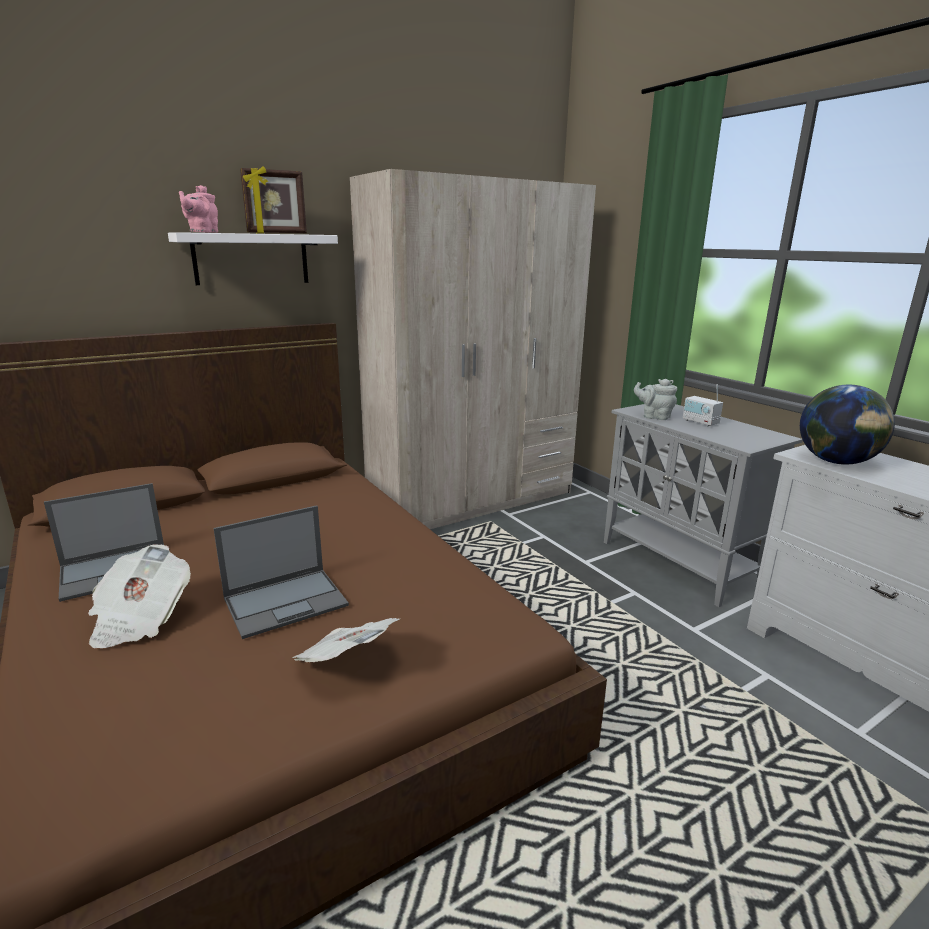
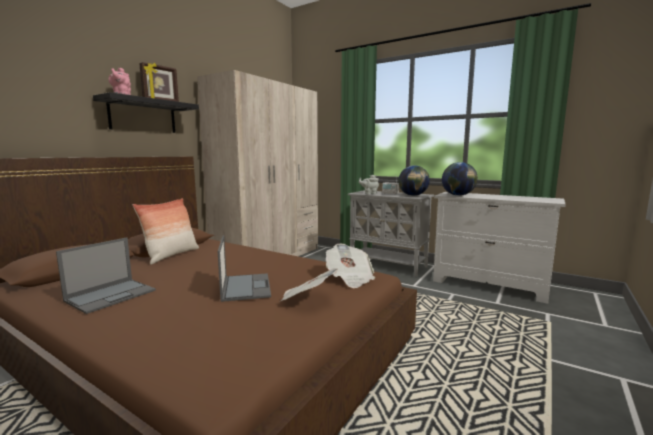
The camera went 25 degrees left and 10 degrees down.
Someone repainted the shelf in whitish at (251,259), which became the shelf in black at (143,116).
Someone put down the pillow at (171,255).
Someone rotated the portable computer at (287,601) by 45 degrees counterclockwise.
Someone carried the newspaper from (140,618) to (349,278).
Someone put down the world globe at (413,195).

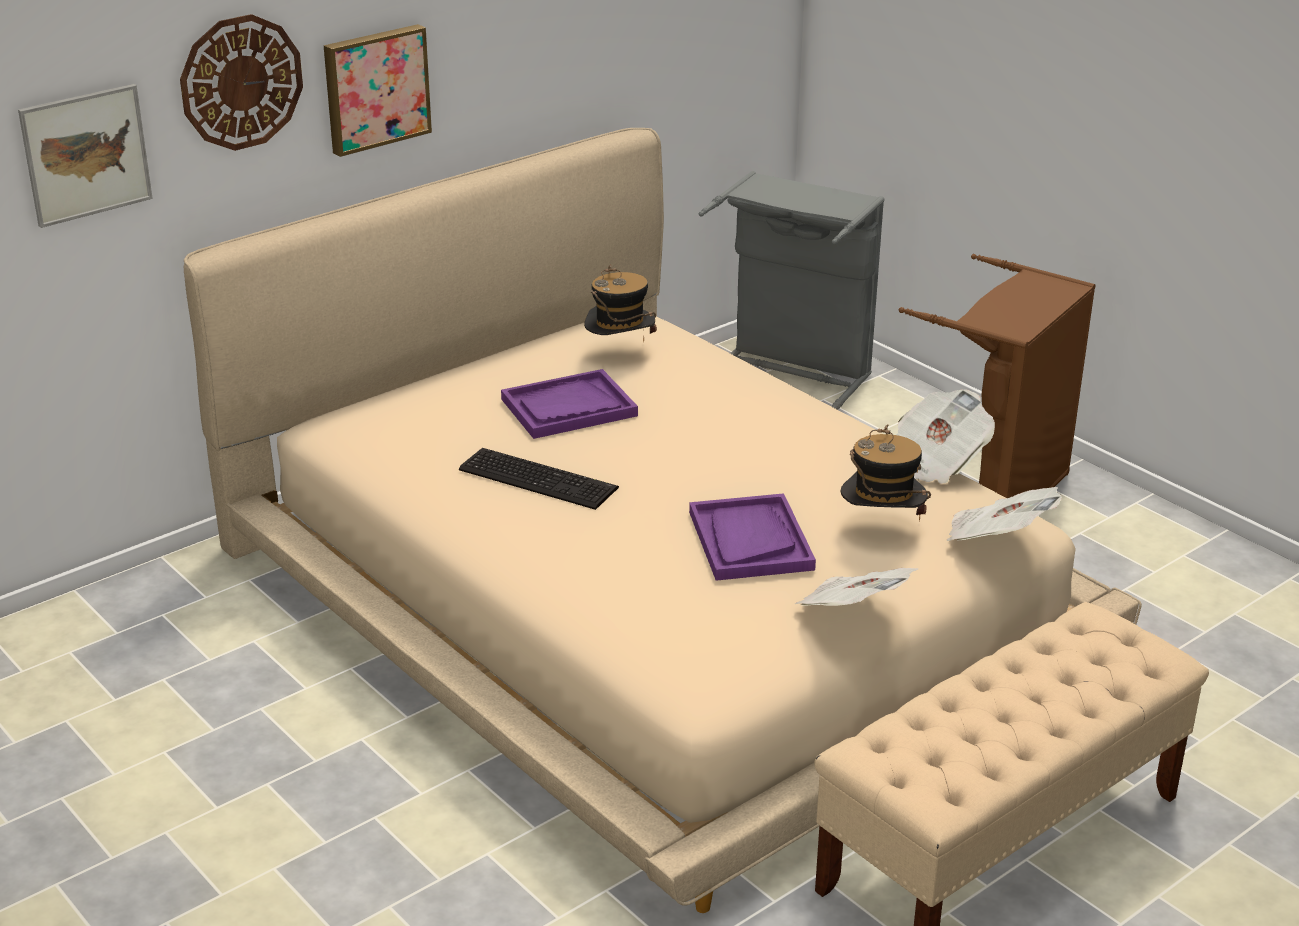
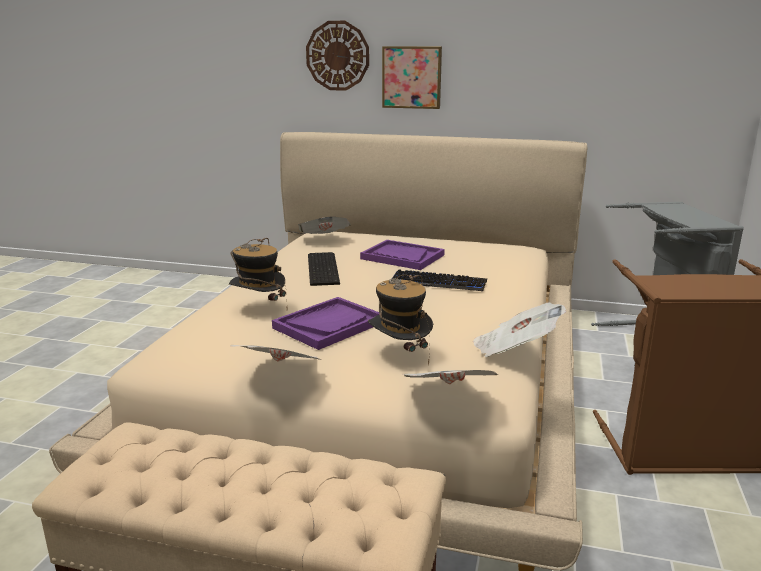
The camera went 55 degrees right and 10 degrees down.
Someone carried the clothing hat from (620,354) to (259,309).
Someone put down the newspaper at (324,240).
Someone put down the computer keyboard at (438,283).
Someone took away the wall picture at (86,154).

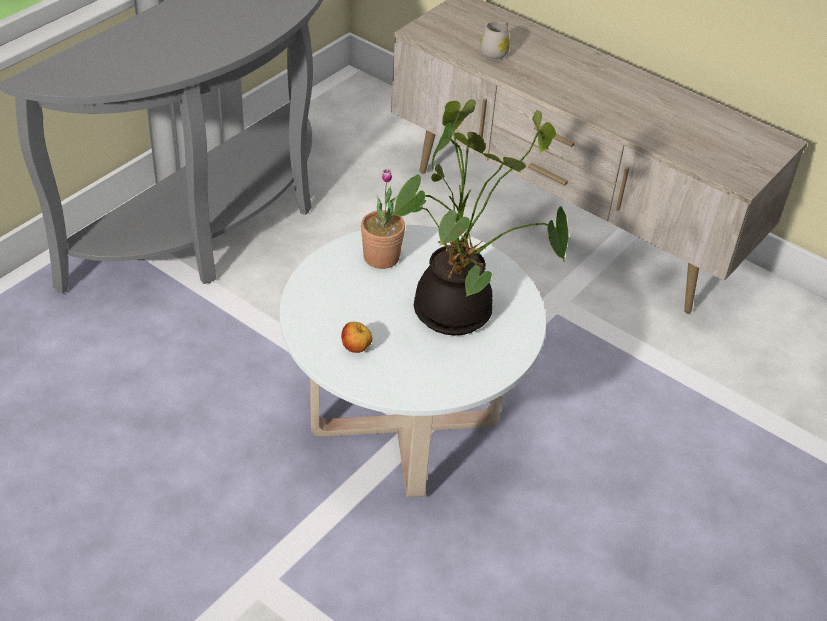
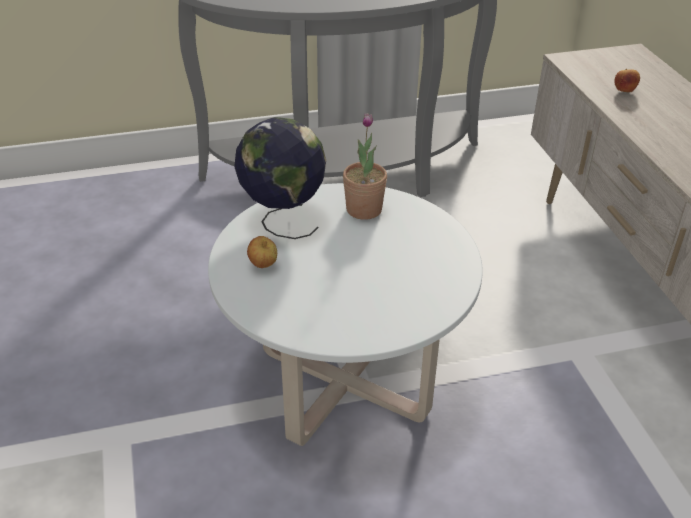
The camera went 40 degrees right and 5 degrees down.
Someone put down the world globe at (283,220).
Someone swapped the coffee mug in whitish at (495,52) for the whole apple at (624,91).
Someone took away the potted plant at (459,314).

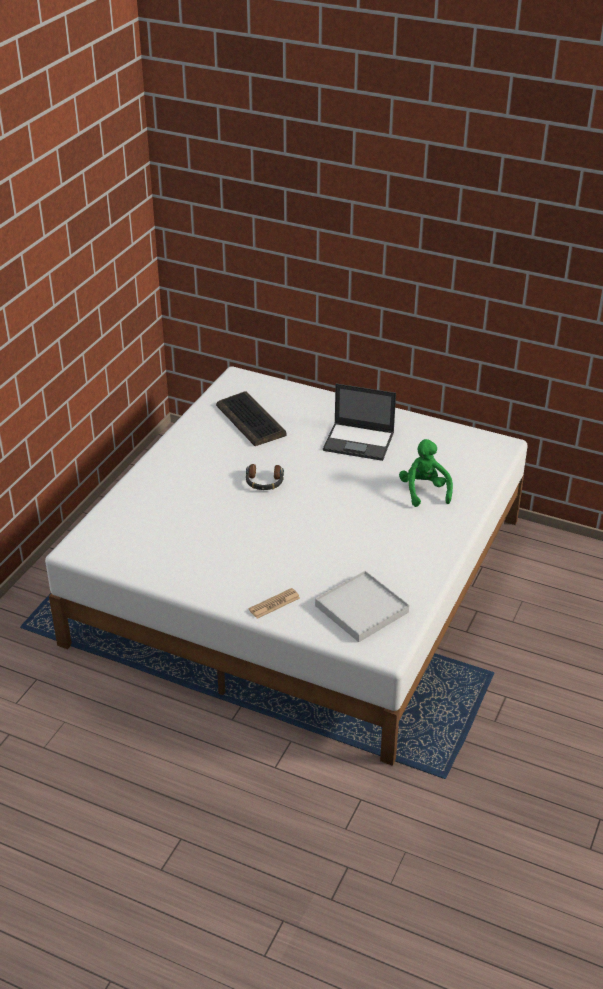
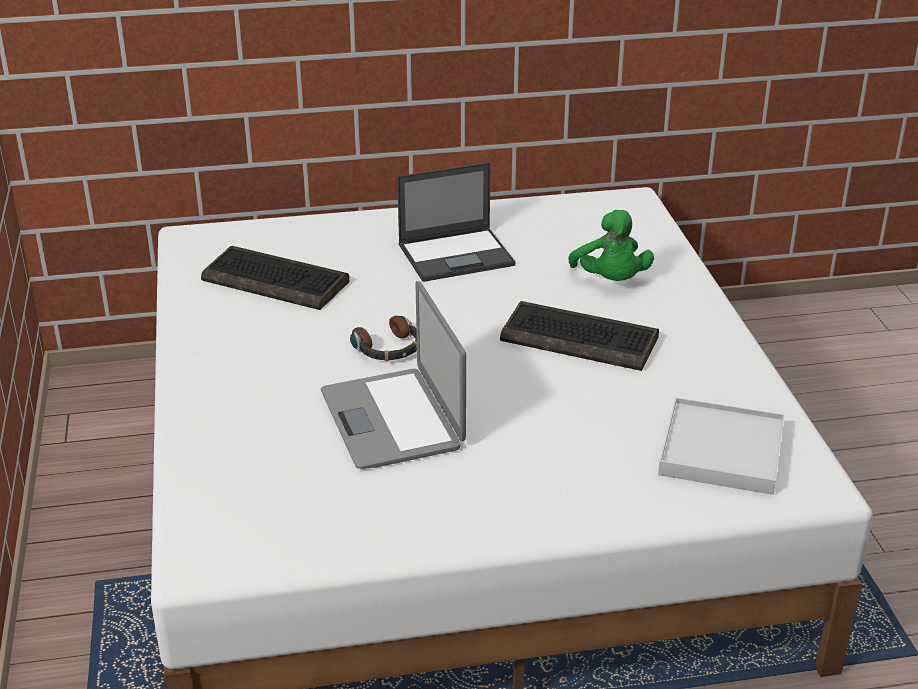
The camera went 35 degrees left and 5 degrees down.
Someone put down the portable computer at (393,419).
Someone put down the computer keyboard at (581,339).
Someone rotated the cuddly toy in green-coloured at (424,491) by 150 degrees counterclockwise.
Someone took away the newspaper at (274,604).

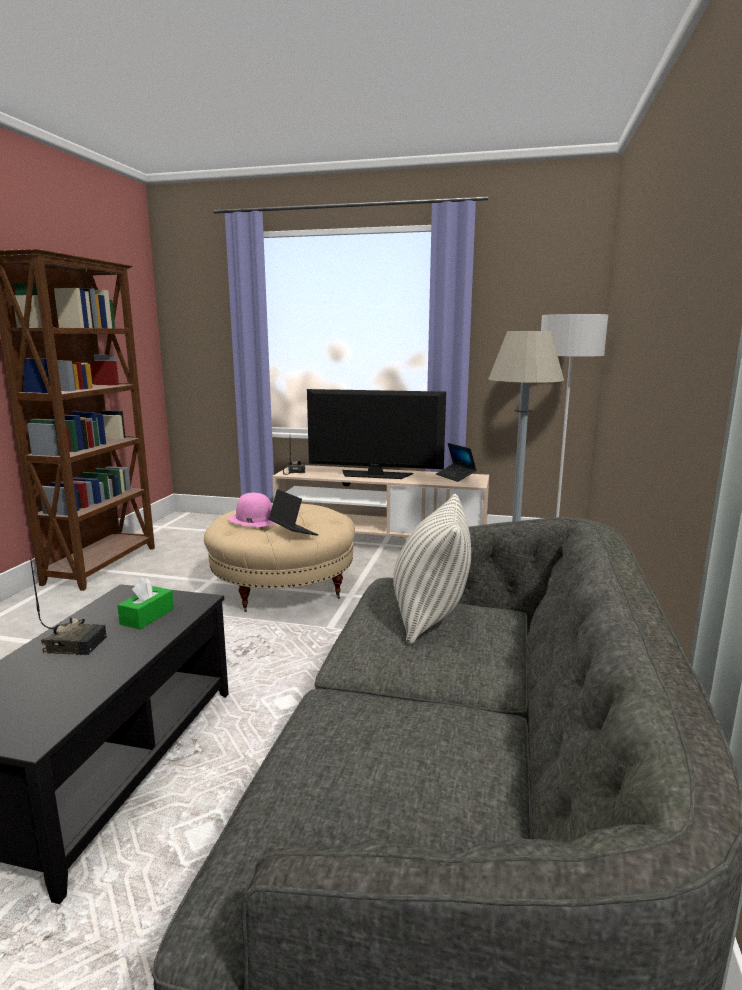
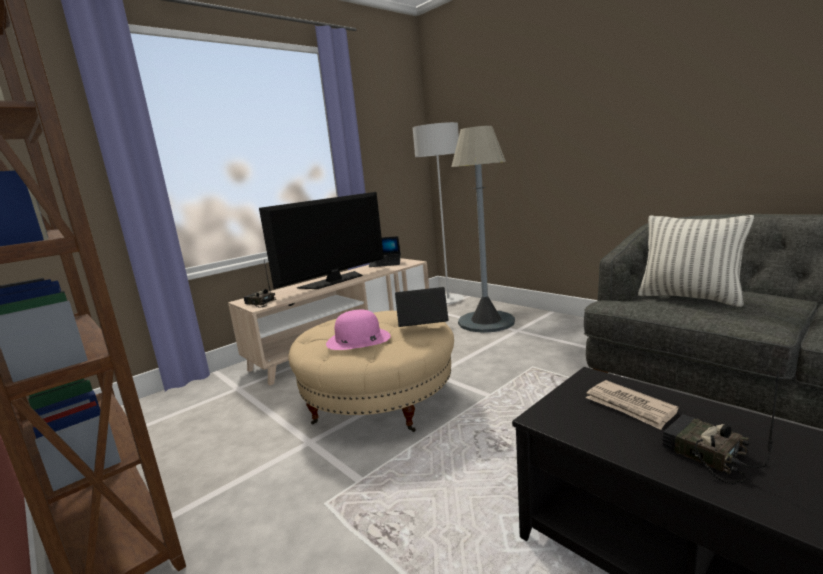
The camera went 55 degrees left and 0 degrees up.
Someone swapped the tissue box in green-coloured at (147,616) for the newspaper at (629,406).
Someone rotated the radio at (76,643) by 75 degrees counterclockwise.

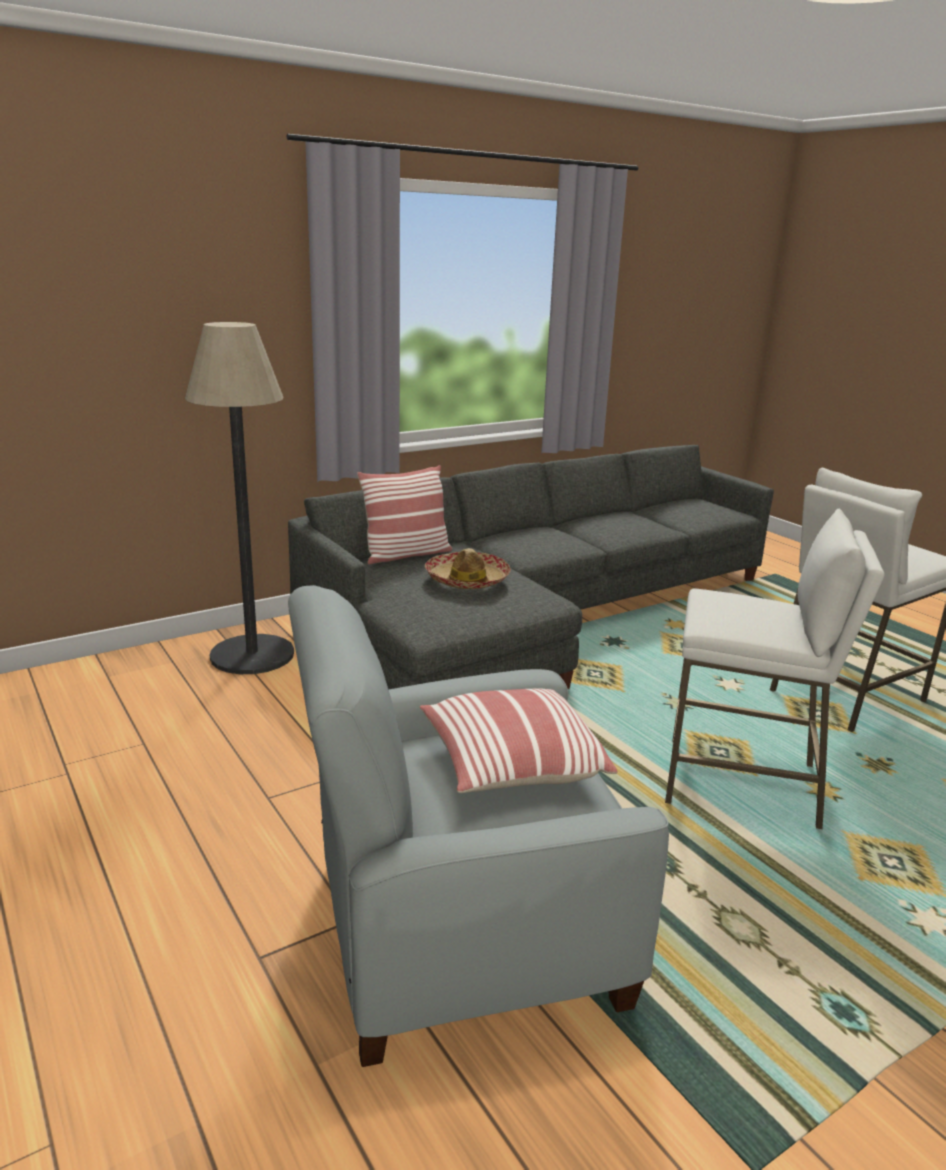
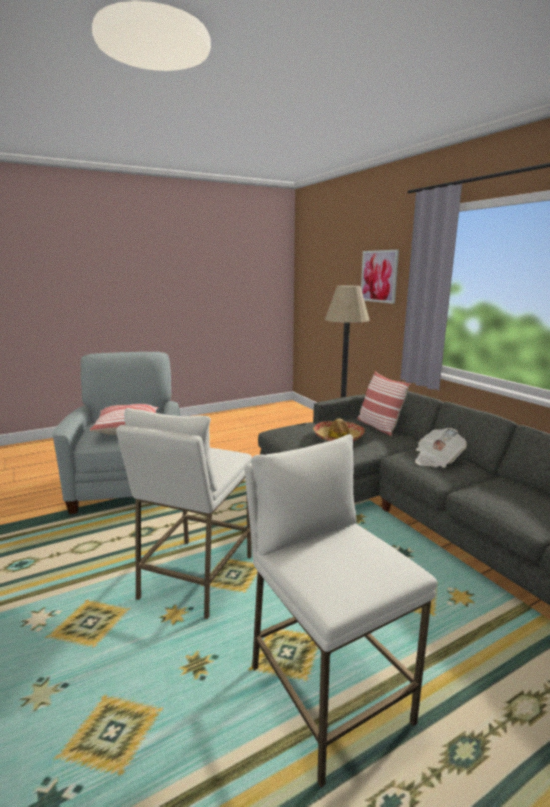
The camera went 95 degrees right and 5 degrees down.
Someone put up the wall picture at (379,276).
Someone put down the newspaper at (437,460).

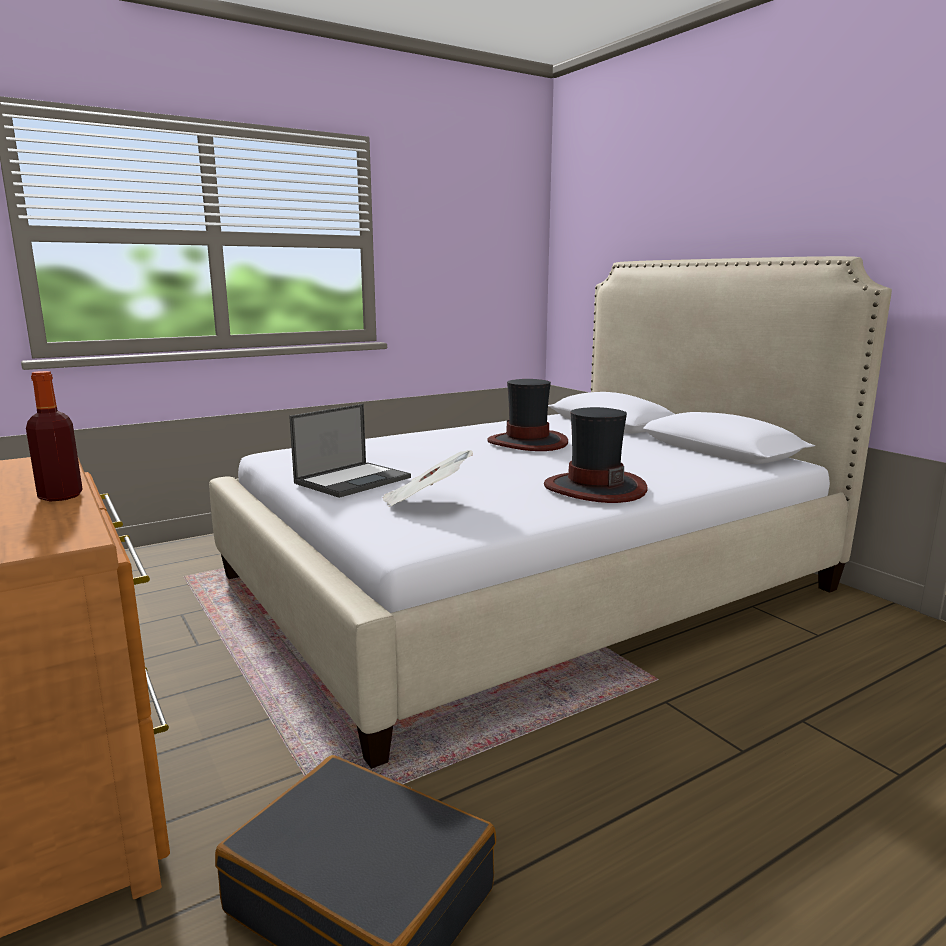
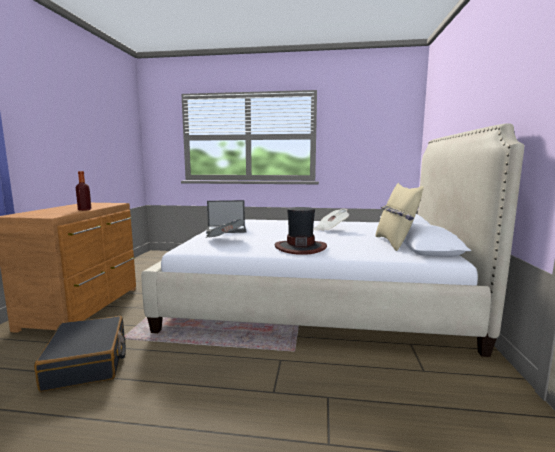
The camera went 40 degrees right and 5 degrees down.
Someone swapped the clothing hat at (528,442) for the newspaper at (330,229).
Someone put down the pillow in beige at (395,243).

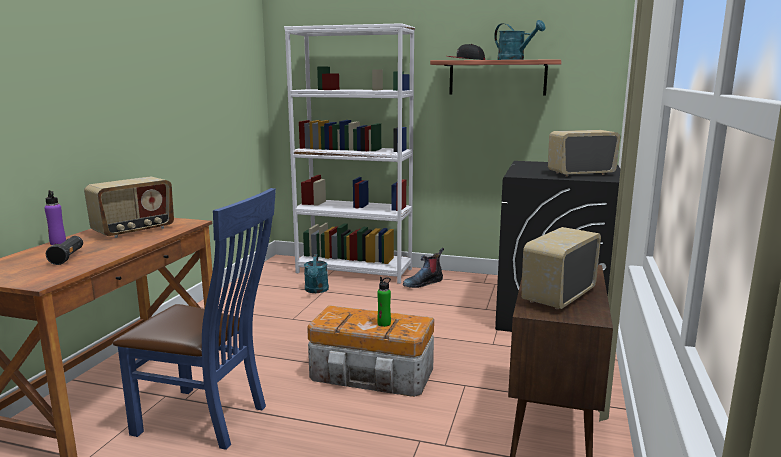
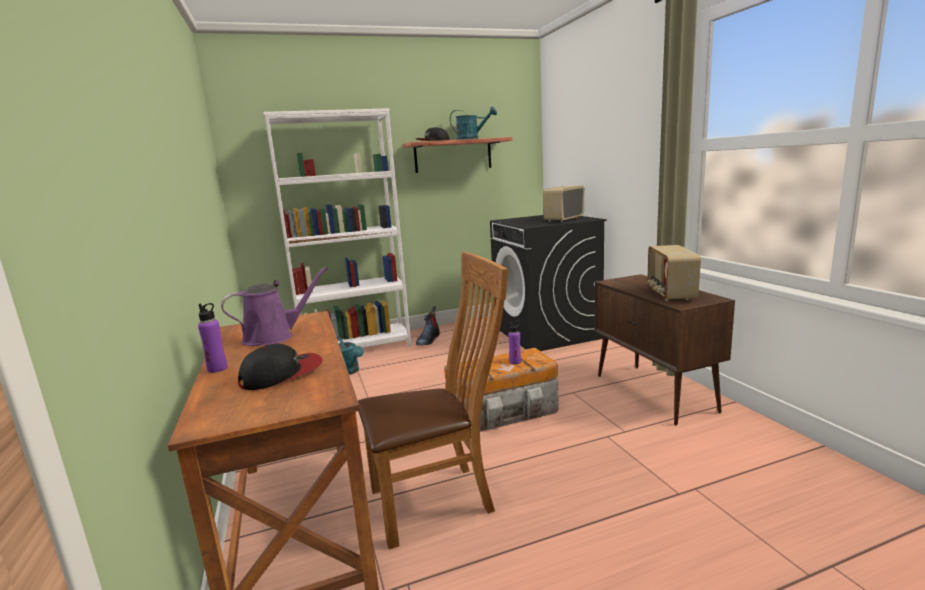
The camera went 35 degrees left and 0 degrees up.
Someone swapped the radio at (134,231) for the watering pot in purple-coloured at (274,336).
Someone swapped the flashlight in black at (67,257) for the baseball cap at (282,374).
Someone repainted the plain chair in bluish at (209,419), which became the plain chair in brown at (439,499).
Someone repainted the drink bottle in green-coloured at (384,323), which became the drink bottle in purple-coloured at (515,362).

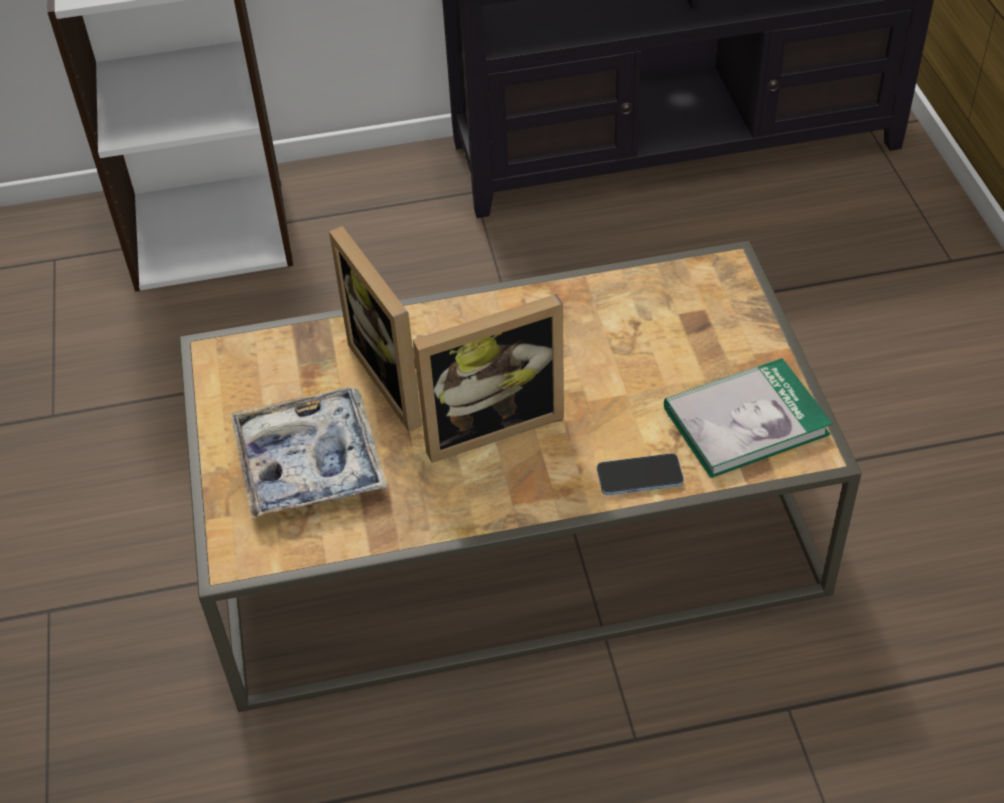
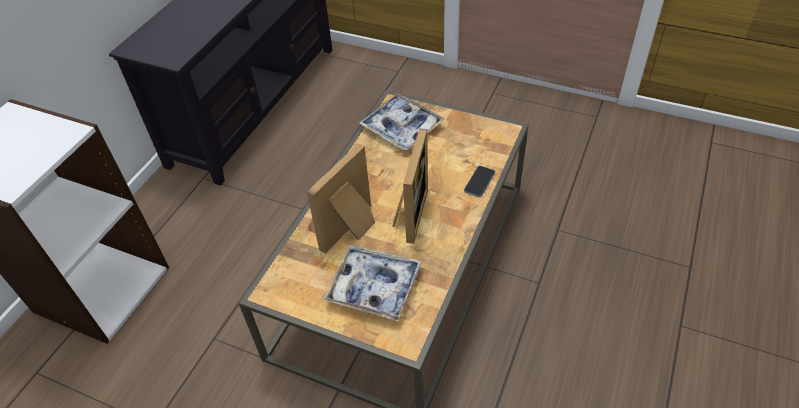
The camera went 55 degrees left and 0 degrees up.
Someone rotated the picture frame at (398,378) by 120 degrees clockwise.
Someone put down the carrying tray at (402,128).
Someone took away the book at (746,421).

